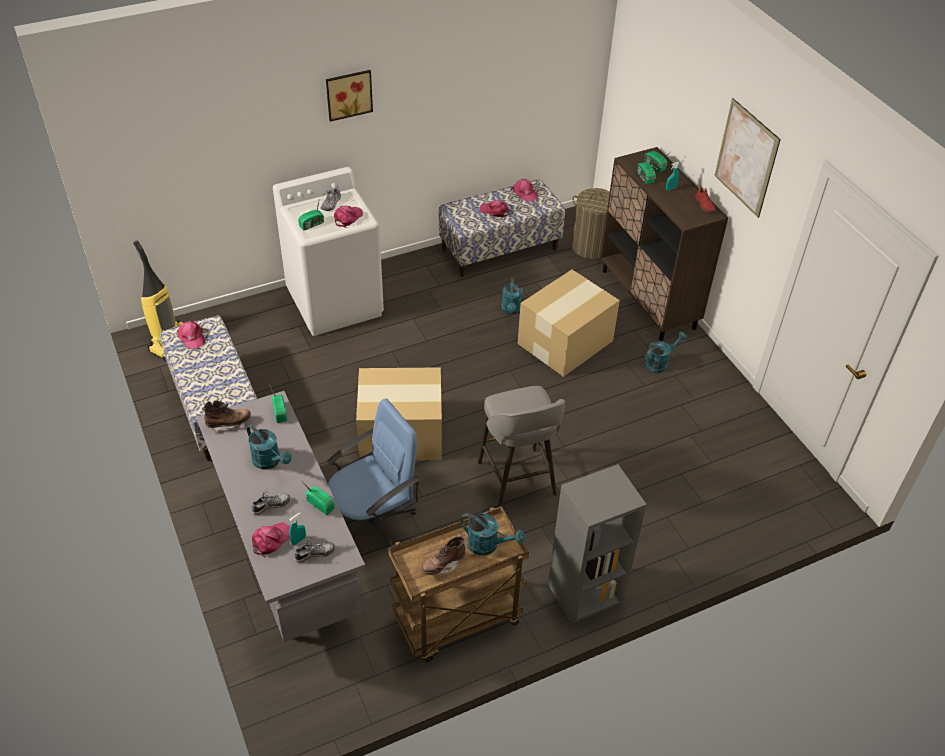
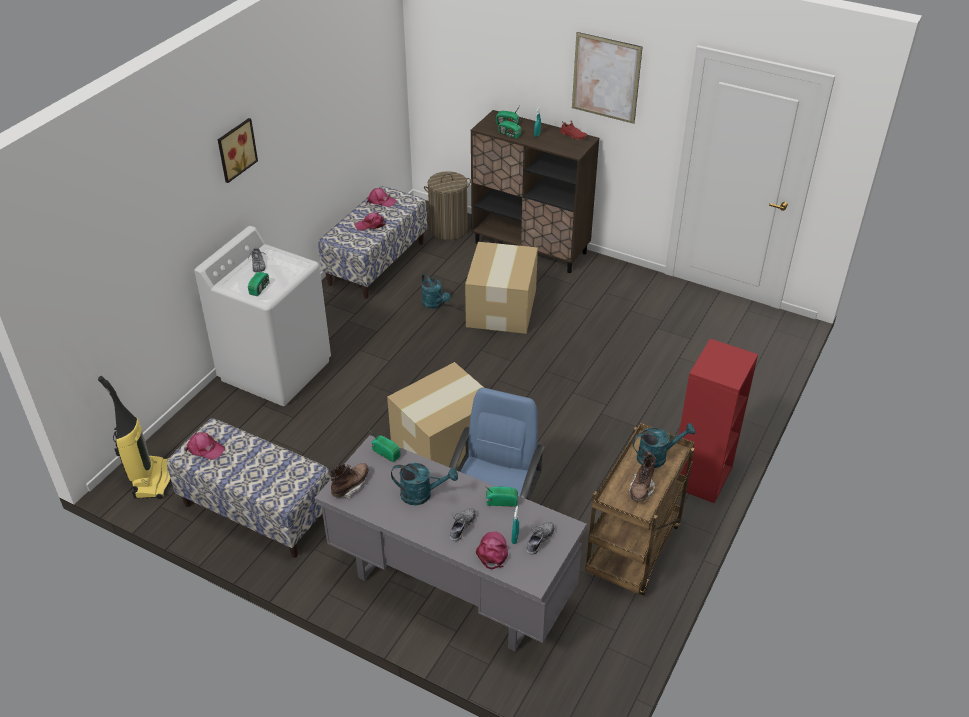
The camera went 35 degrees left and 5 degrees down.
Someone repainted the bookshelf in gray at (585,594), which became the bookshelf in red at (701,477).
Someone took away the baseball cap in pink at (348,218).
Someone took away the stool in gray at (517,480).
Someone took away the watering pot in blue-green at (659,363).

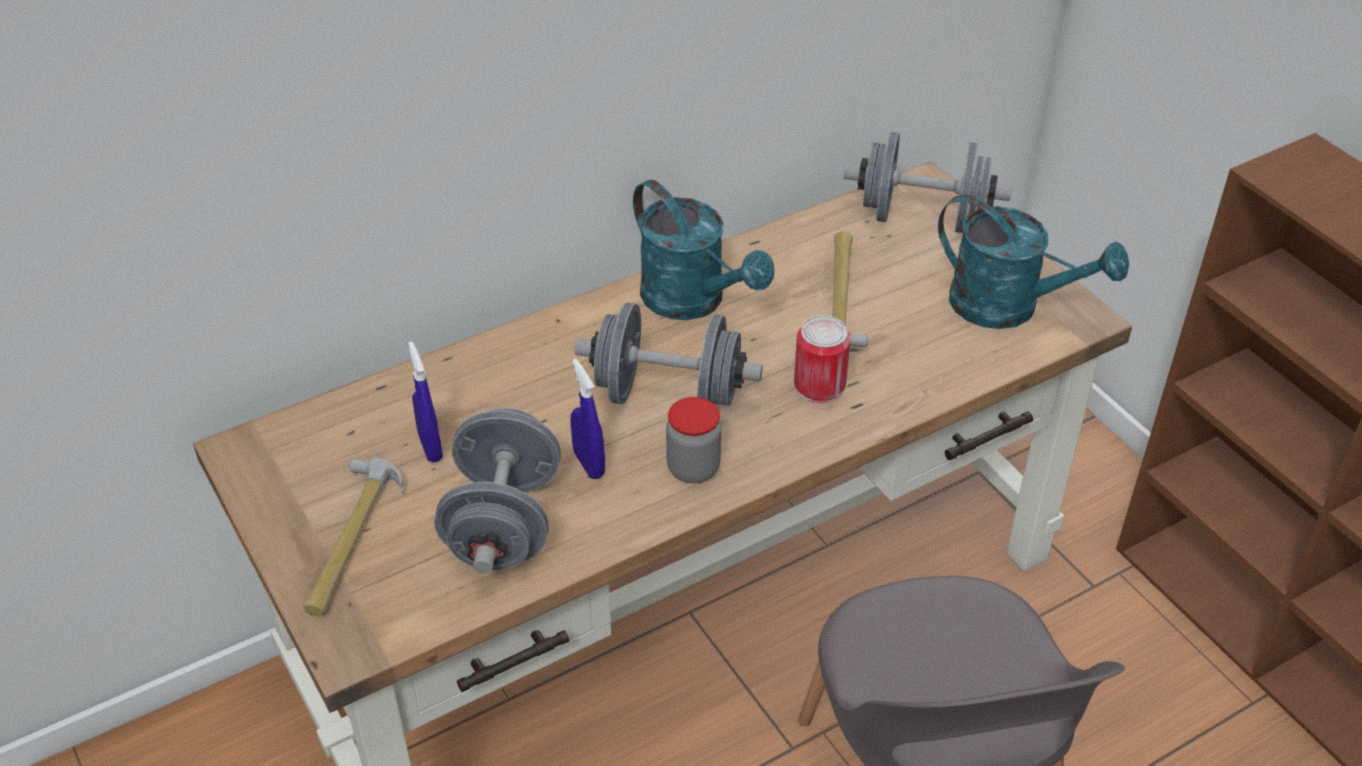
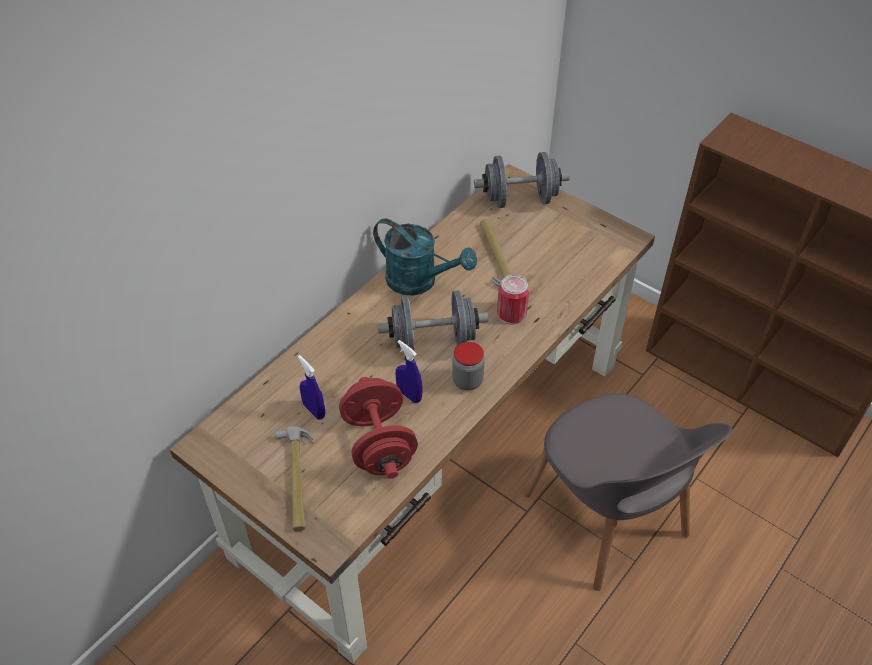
The camera went 20 degrees left and 5 degrees up.
Someone repainted the hand weight in gray at (503,524), which became the hand weight in red at (379,444).
Someone took away the watering pot in blue-green at (1009,307).

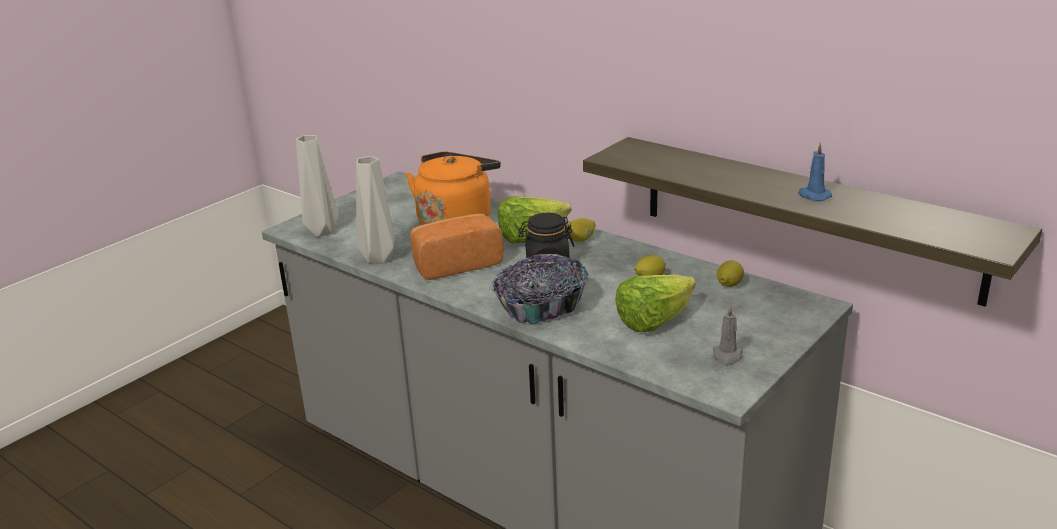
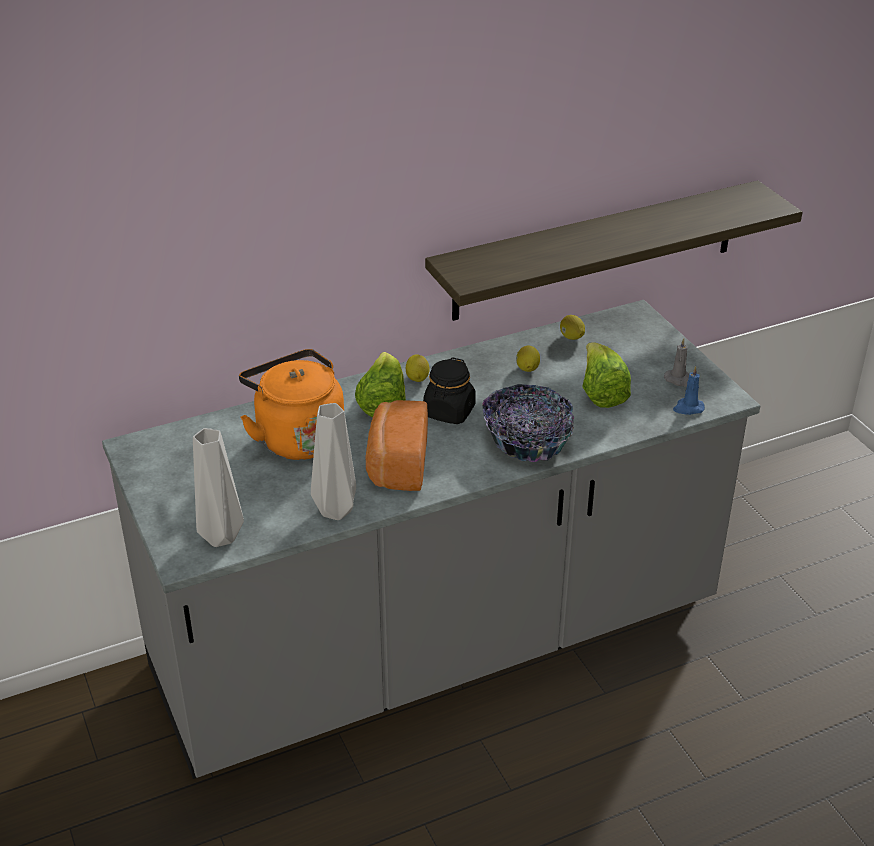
The camera went 65 degrees left and 10 degrees up.
Someone carried the wax light in bluish from (813,196) to (688,408).

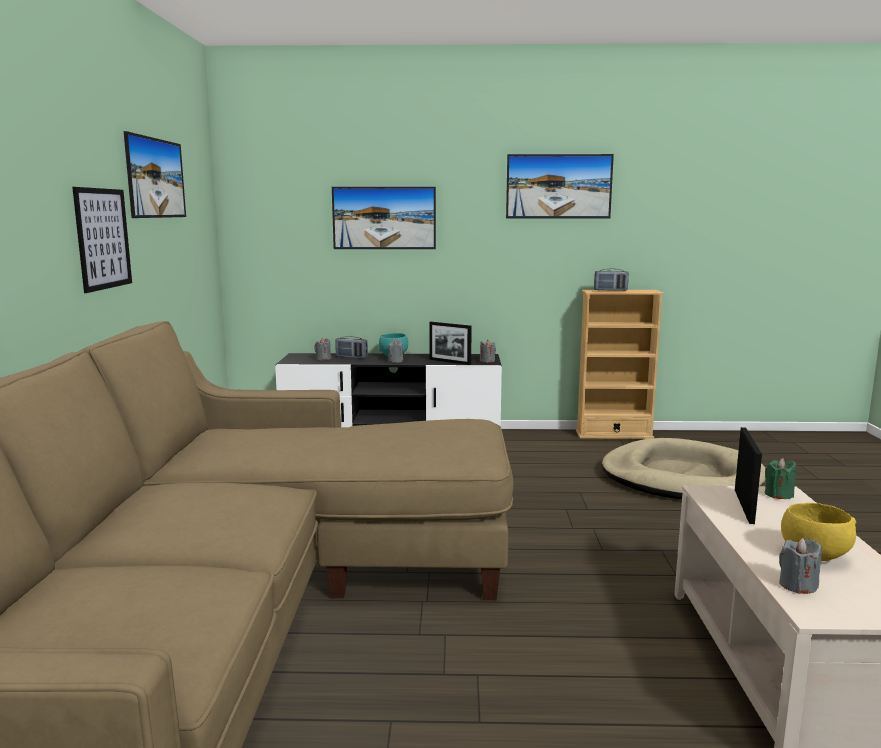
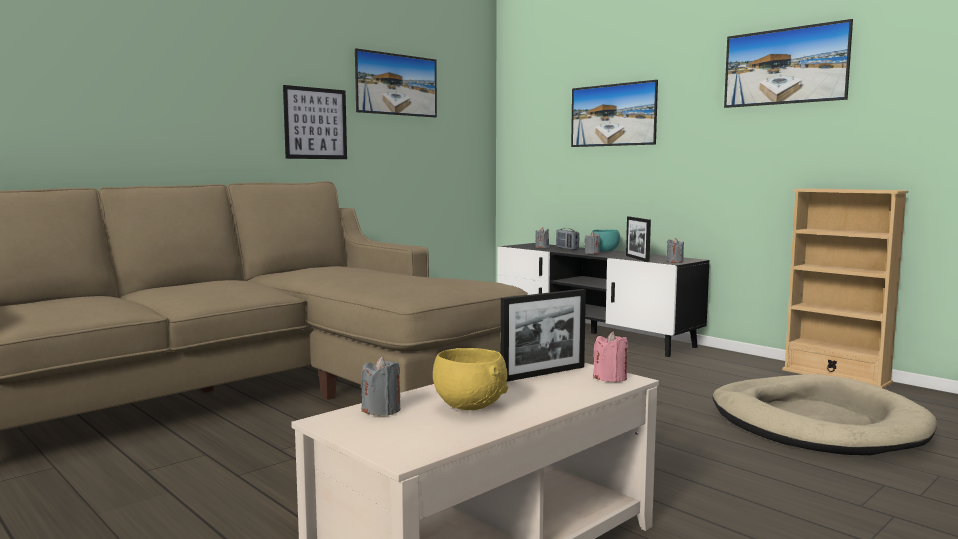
The camera went 45 degrees right and 5 degrees down.
Someone repainted the wax light in green-coloured at (778,494), which became the wax light in pink at (610,378).
Someone took away the radio at (610,290).

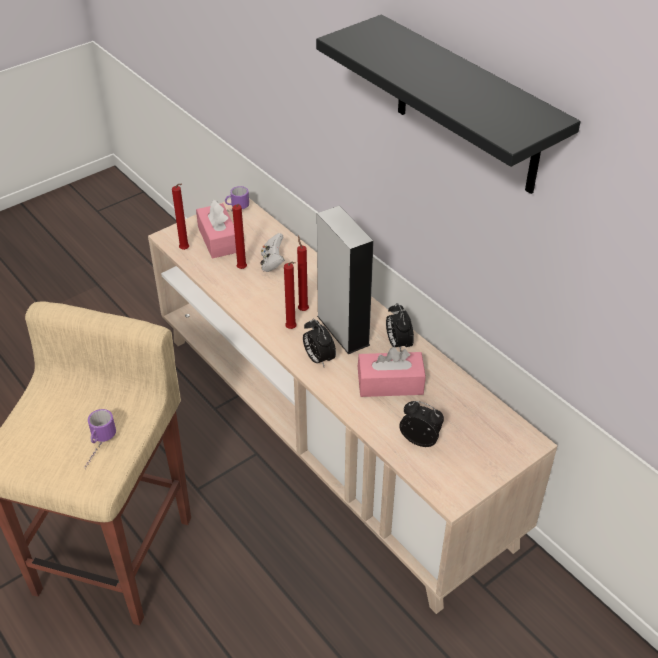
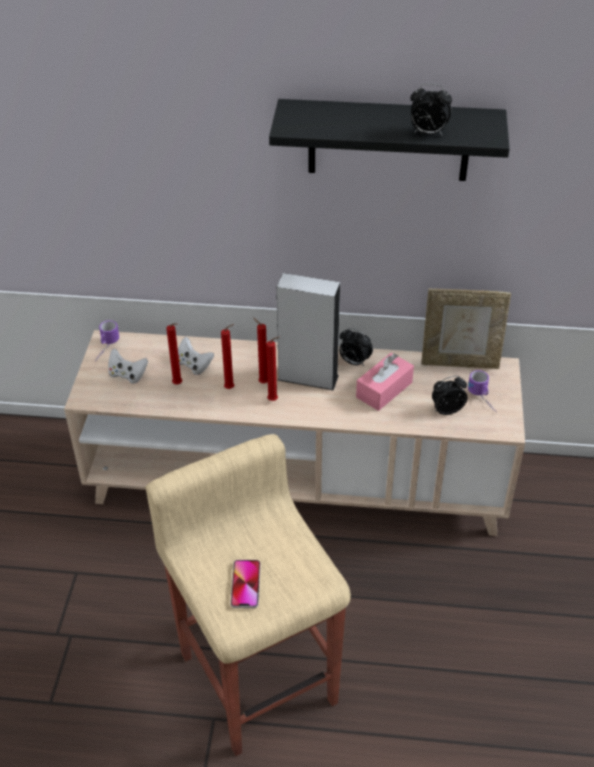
The camera went 45 degrees left and 0 degrees up.
Someone swapped the tissue box in pink at (218,239) for the gamepad in whitish at (127,375).
Someone carried the wax light in red from (185,250) to (231,388).
Someone put down the phone at (245,584).
Someone carried the alarm clock from (318,359) to (427,133).
Someone put down the picture frame at (460,362).
Someone carried the coffee mug from (98,448) to (483,400).

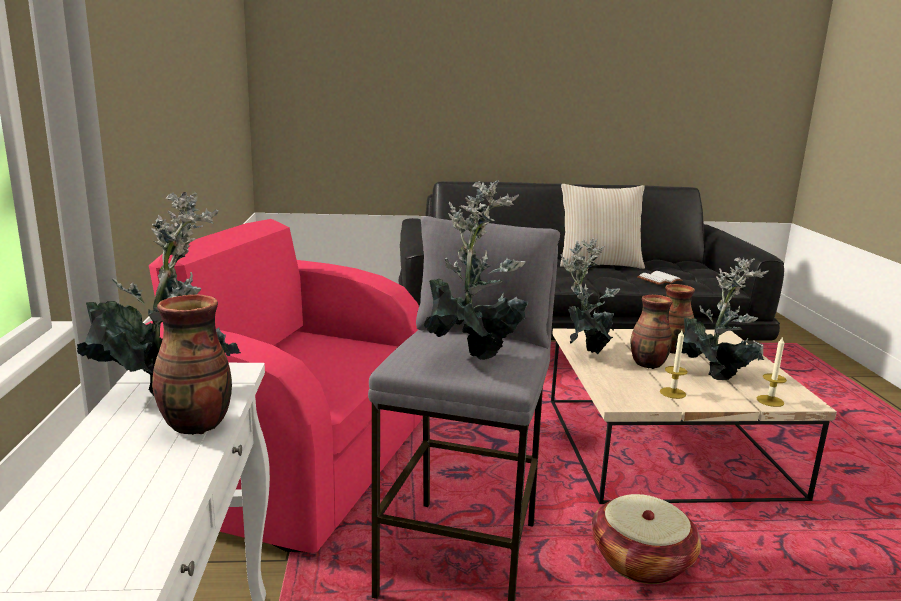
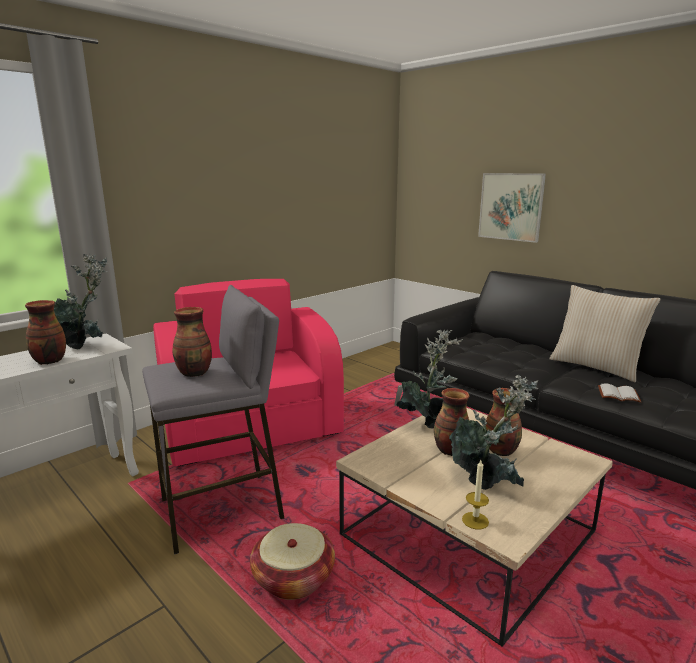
The camera went 50 degrees right and 0 degrees up.
Someone swapped the potted plant at (474,352) for the vase at (195,373).
Someone put up the wall picture at (510,206).
Someone took away the wax light at (672,393).

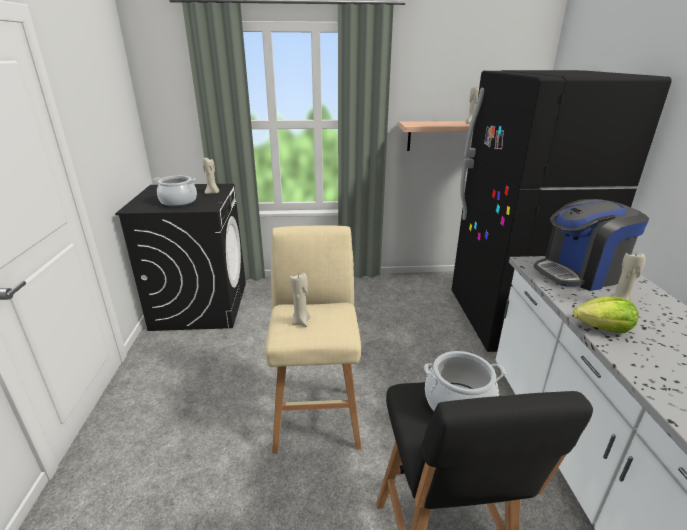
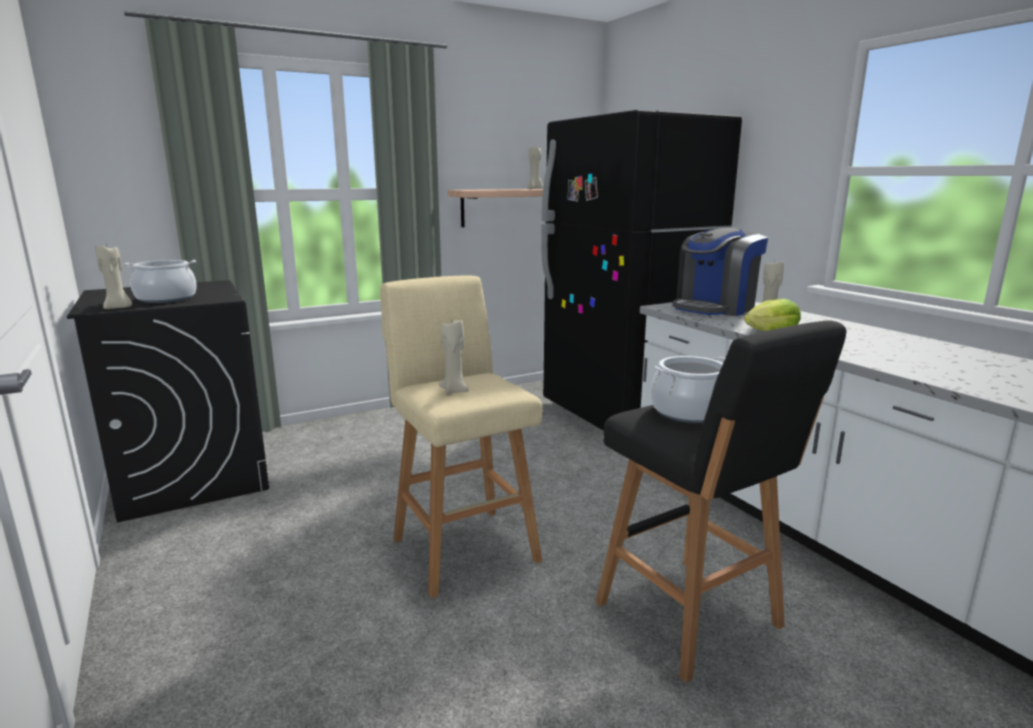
The camera went 25 degrees left and 10 degrees down.
Someone carried the wax light in beige from (212,193) to (118,308).

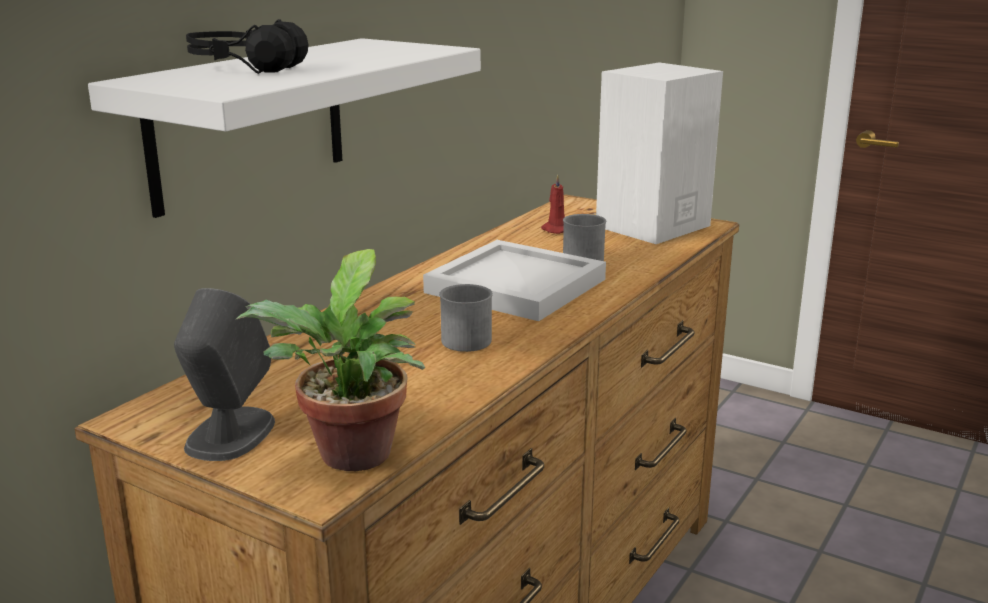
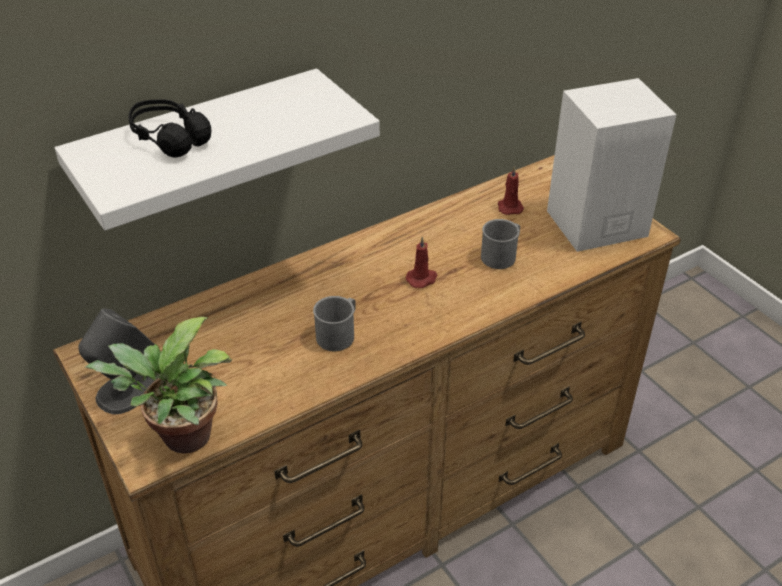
The camera went 25 degrees right and 20 degrees up.
Someone swapped the carrying tray in whitish at (519,285) for the wax light in red at (422,279).

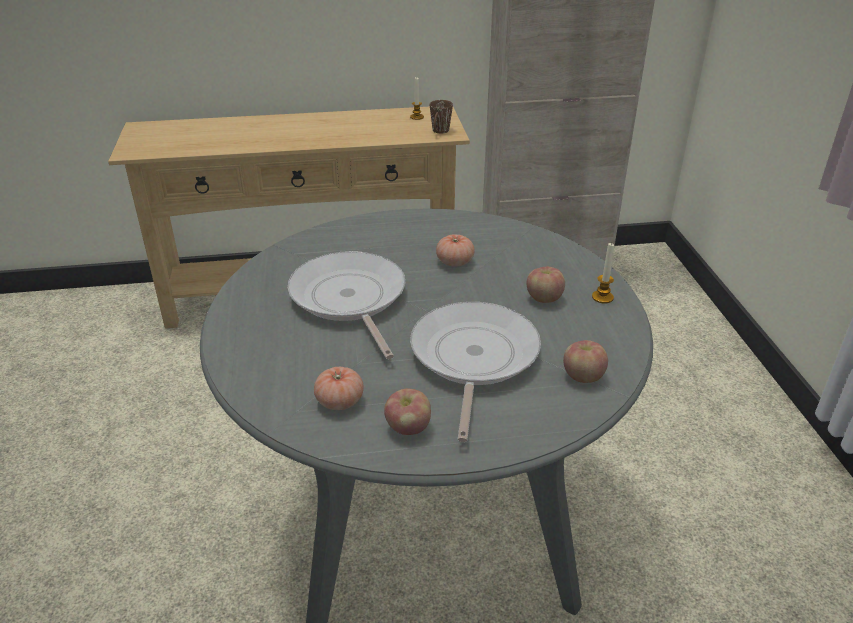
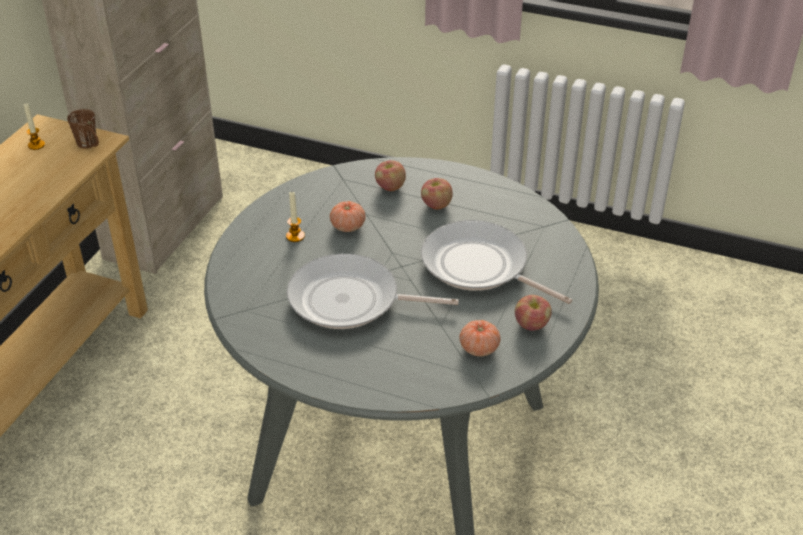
The camera went 60 degrees left and 5 degrees up.
Someone carried the wax light from (602,297) to (295,236).
Someone carried the whole apple from (582,376) to (390,187).

